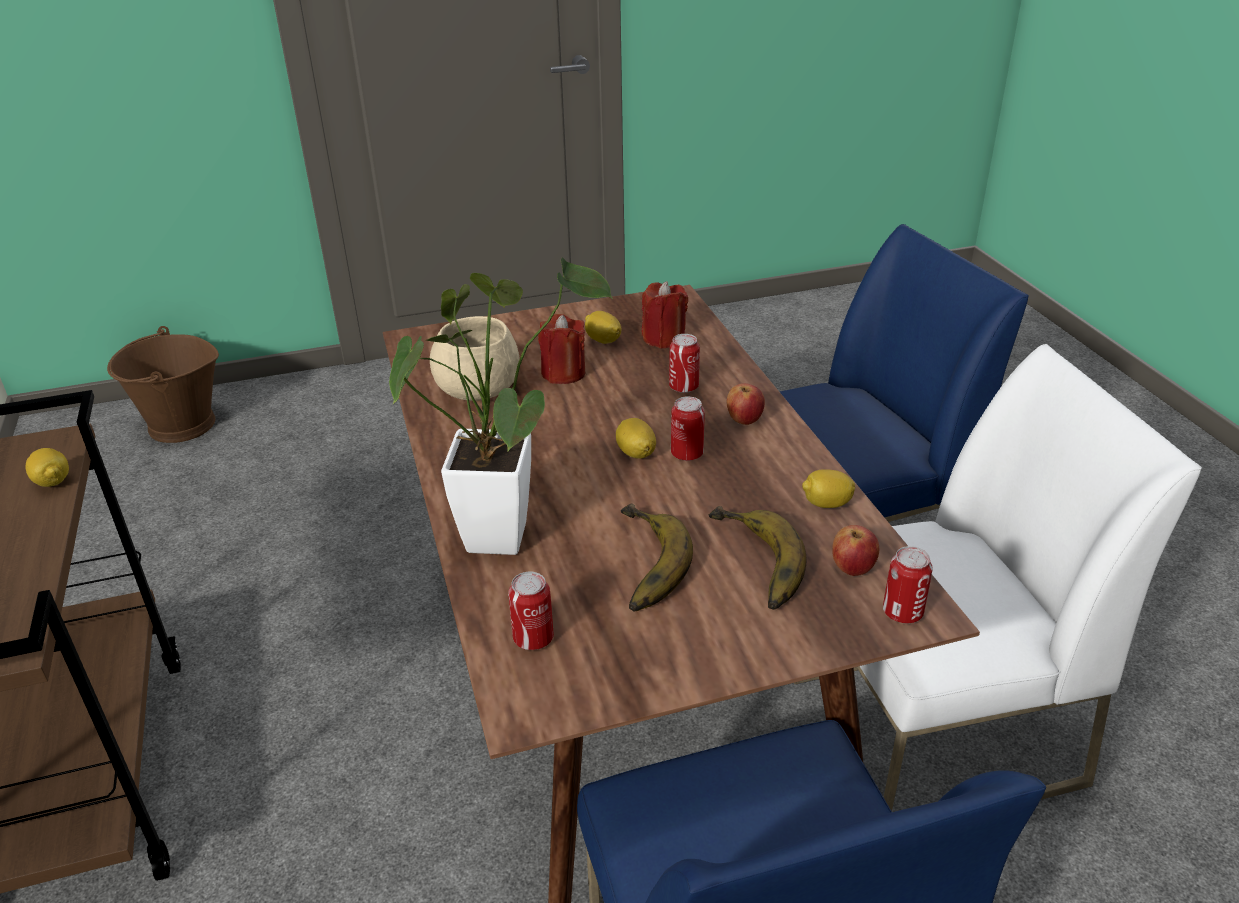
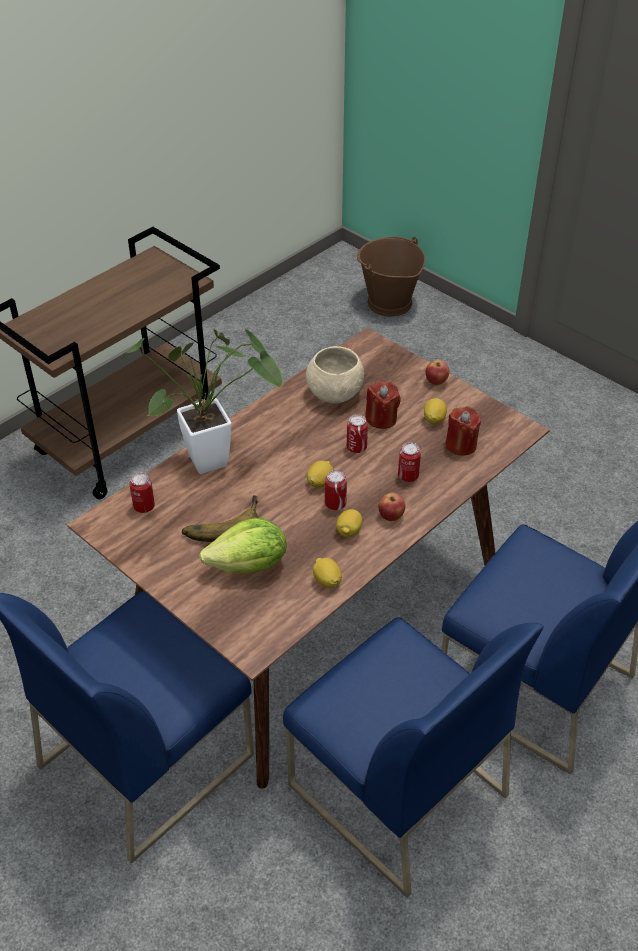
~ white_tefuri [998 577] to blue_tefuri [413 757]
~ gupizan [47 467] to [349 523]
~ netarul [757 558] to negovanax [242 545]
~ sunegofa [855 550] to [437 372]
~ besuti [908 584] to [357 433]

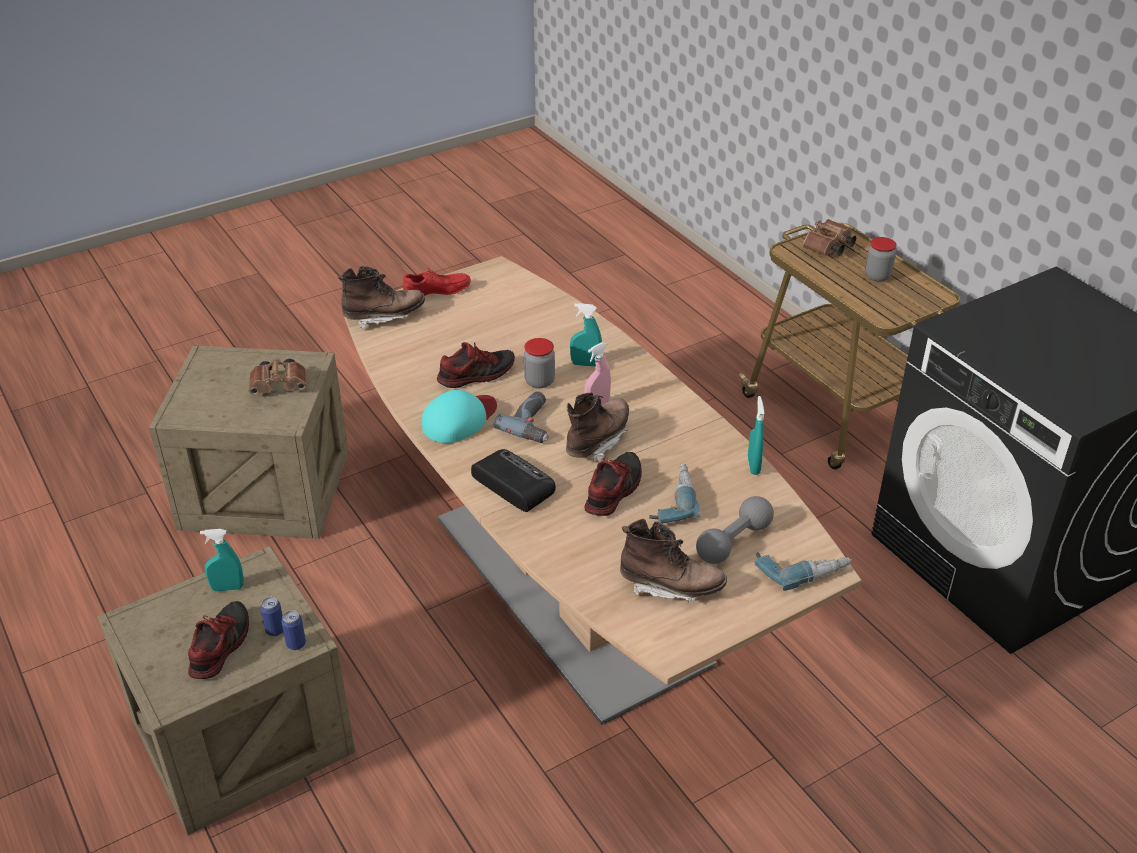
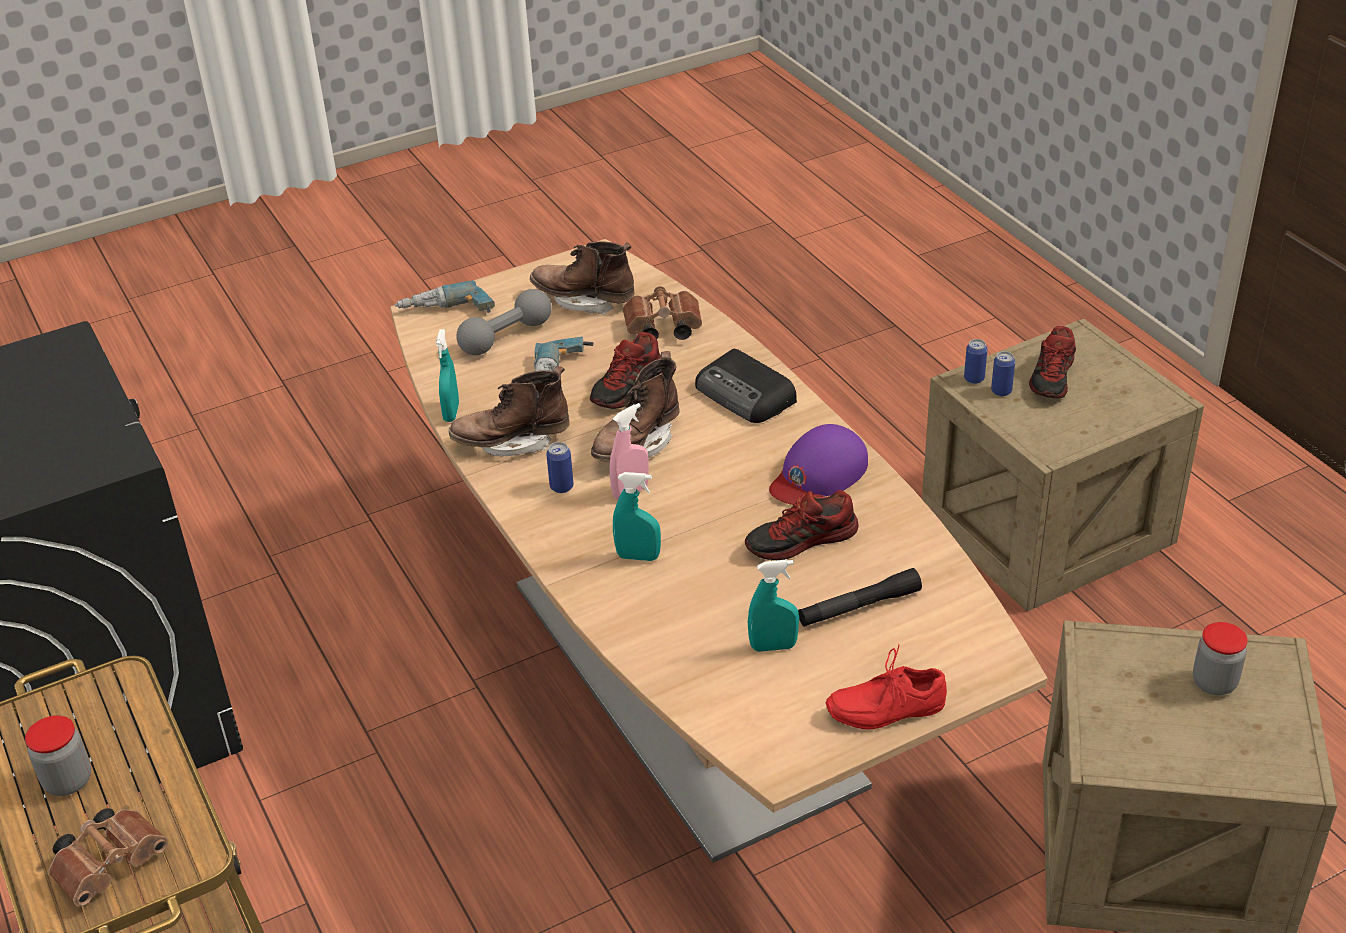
~ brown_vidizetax [381 297] to [509 411]
~ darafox [539 363] to [1220 658]
~ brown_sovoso [278 376] to [662 313]
~ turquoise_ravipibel [459 416] to purple_ravipibel [818 464]
- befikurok [521 417]
~ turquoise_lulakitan [222 560] to [773 605]
+ besuti [560 467]
+ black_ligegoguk [860 597]

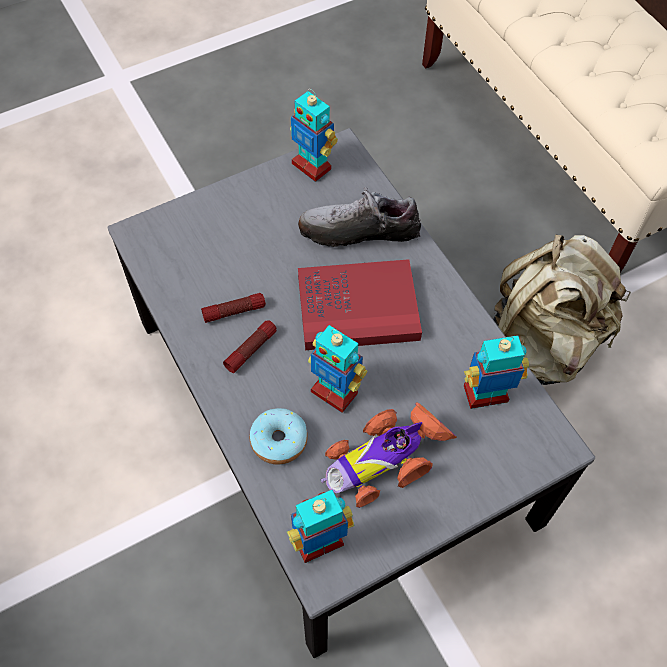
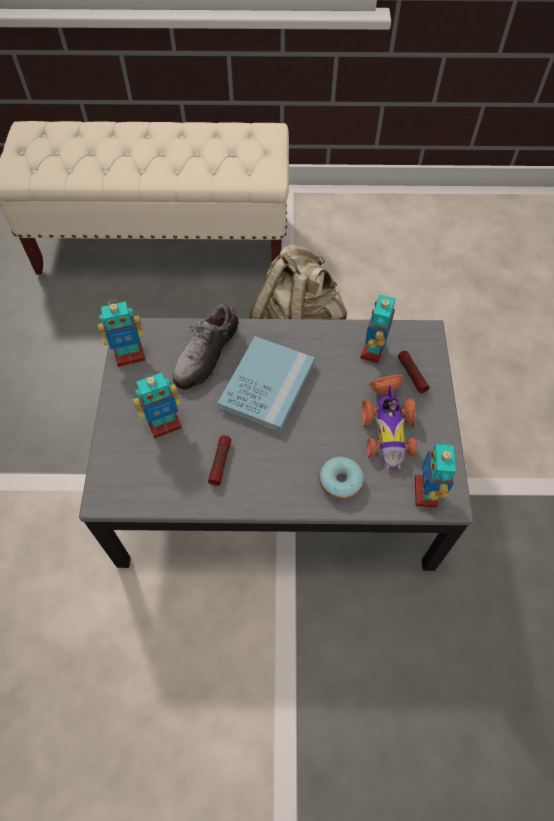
~ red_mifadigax [360 304] to blue_mifadigax [266 384]
~ ligegoguk [249 346] to [414 372]
~ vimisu [337 369] to [157 405]

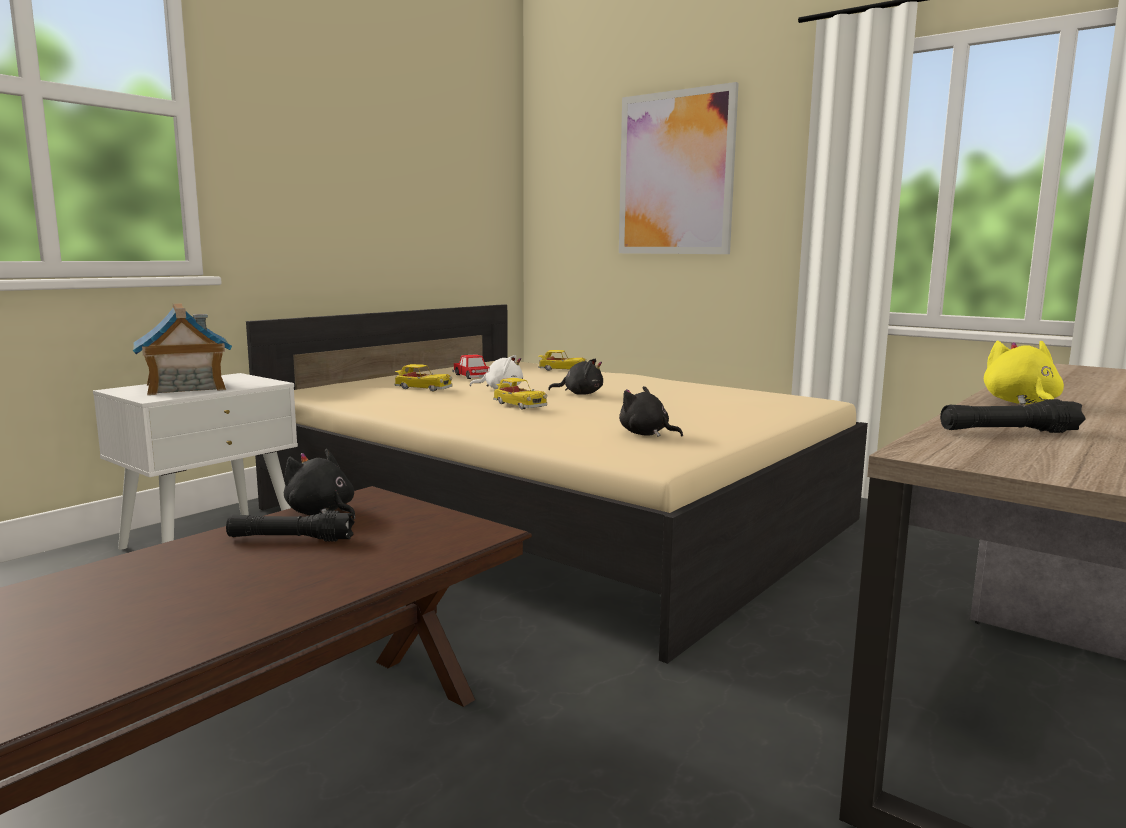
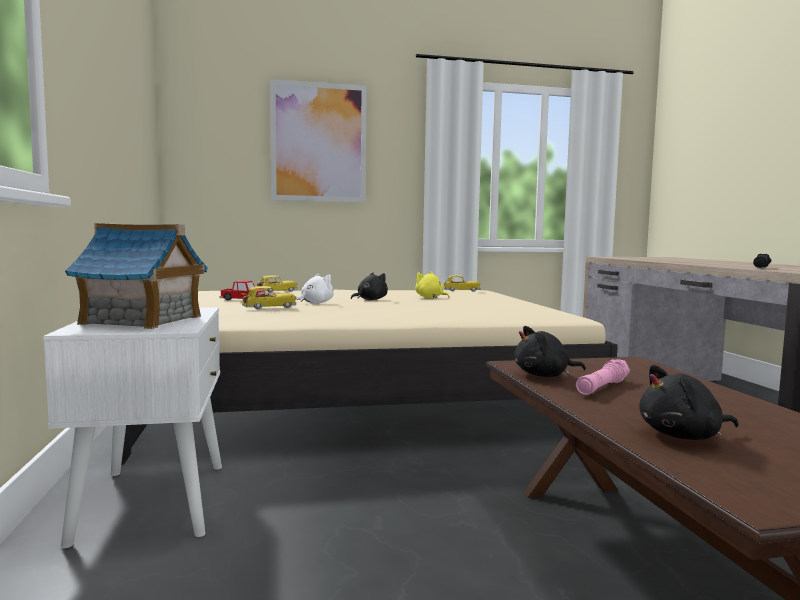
~ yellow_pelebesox [1024 373] to [432 284]
~ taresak [520 393] to [461 283]
~ black_pelebesox [651 411] to [689 402]
~ black_ligegoguk [290 526] to pink_ligegoguk [603 377]

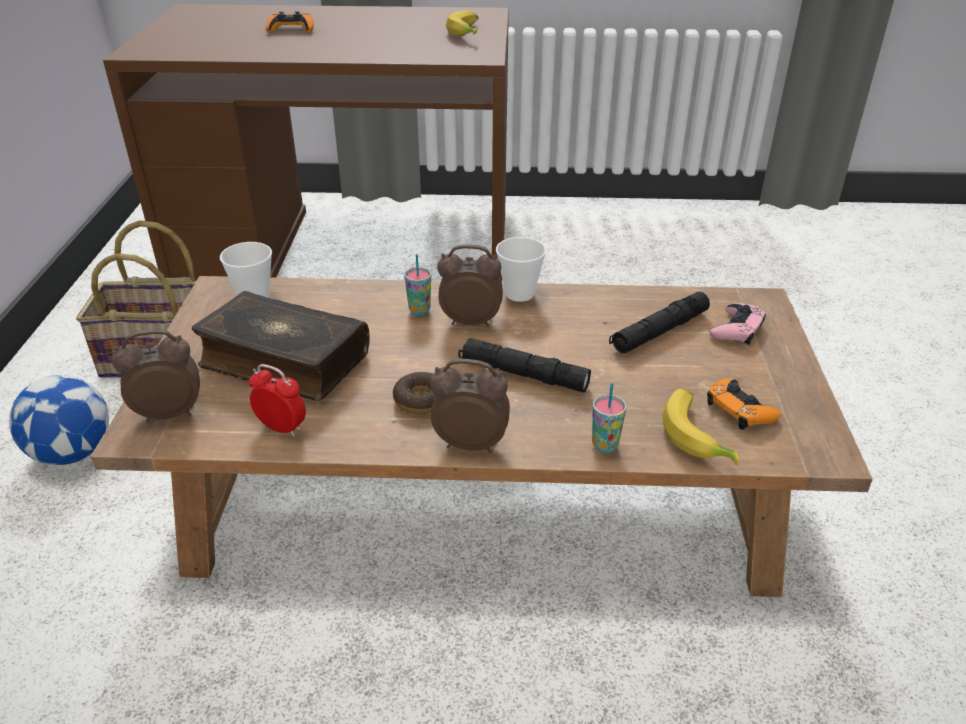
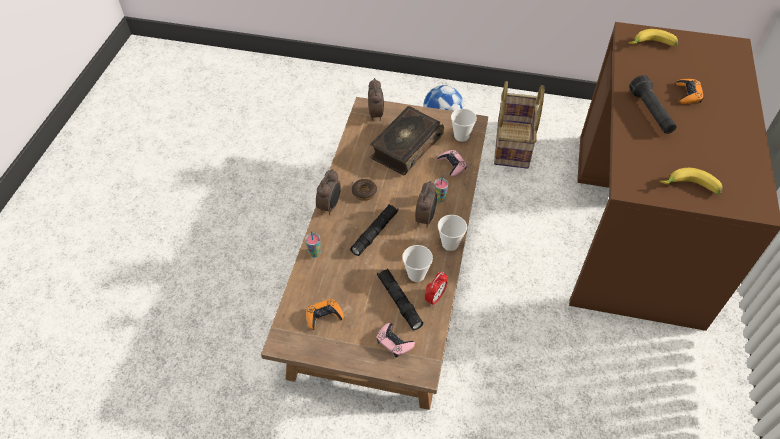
~ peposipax [277 400] to [436 289]
~ netarul [701 427] to [653 37]
+ black_ligegoguk [653 104]
+ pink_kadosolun [452 163]
+ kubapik [417 263]

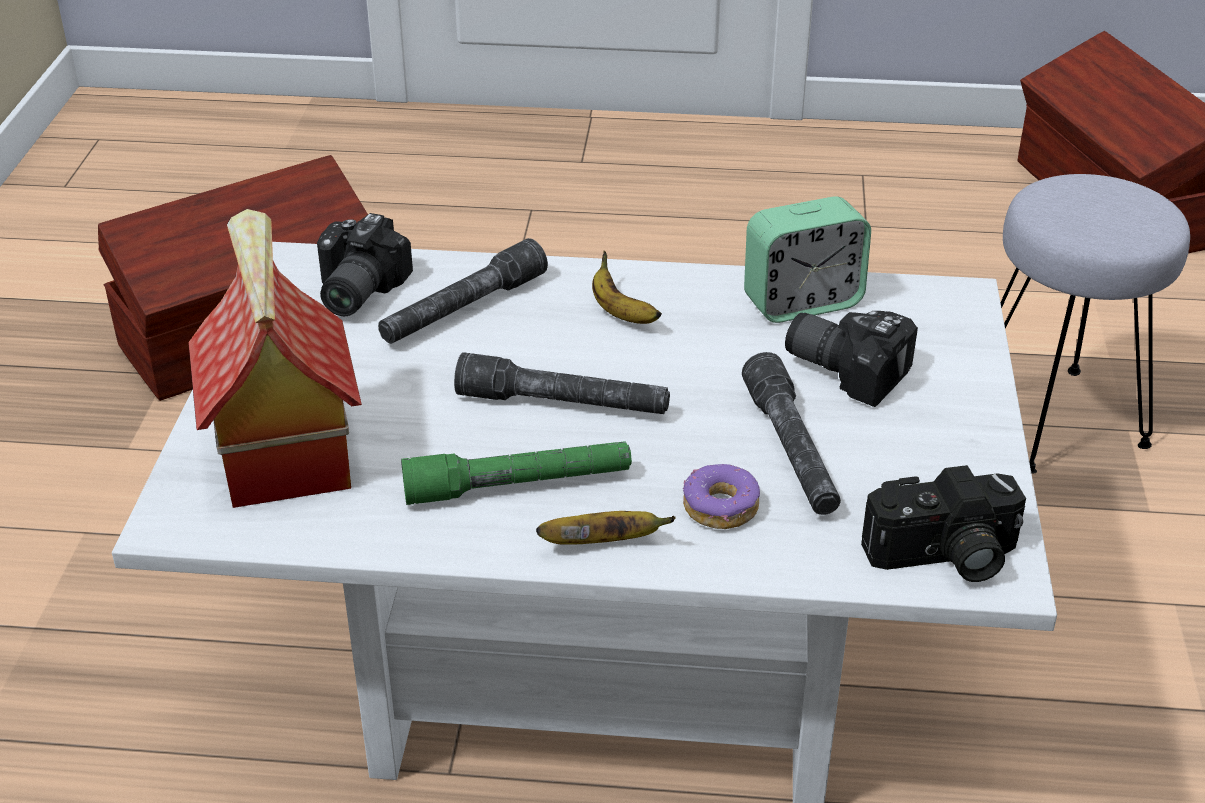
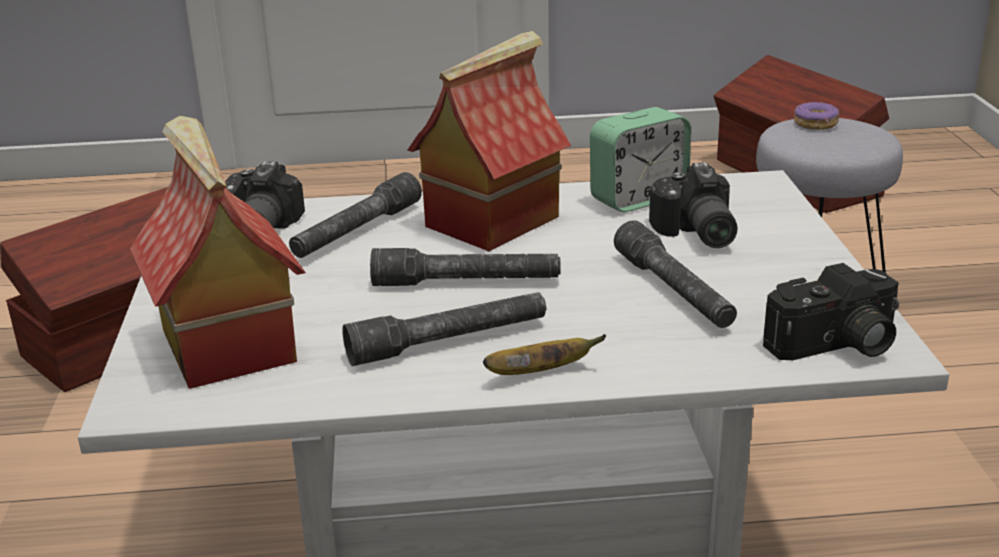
~ netarul [627 287] to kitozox [489 141]
~ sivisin [851 359] = [693 205] 120 degrees counterclockwise
~ green_ligegoguk [516 473] to grey_ligegoguk [444 329]
~ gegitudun [721 496] to [816 116]

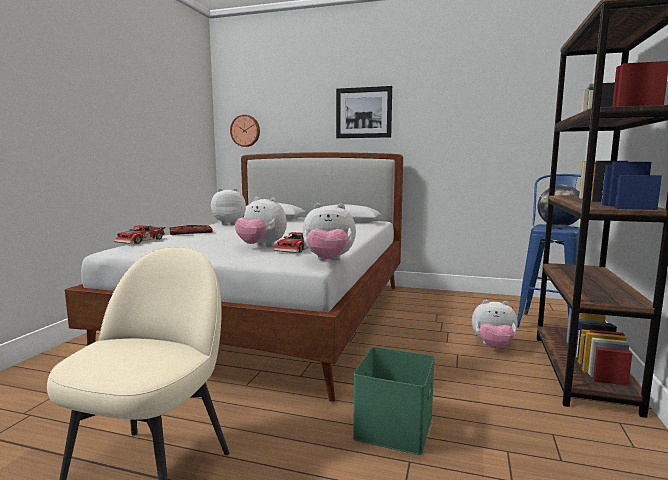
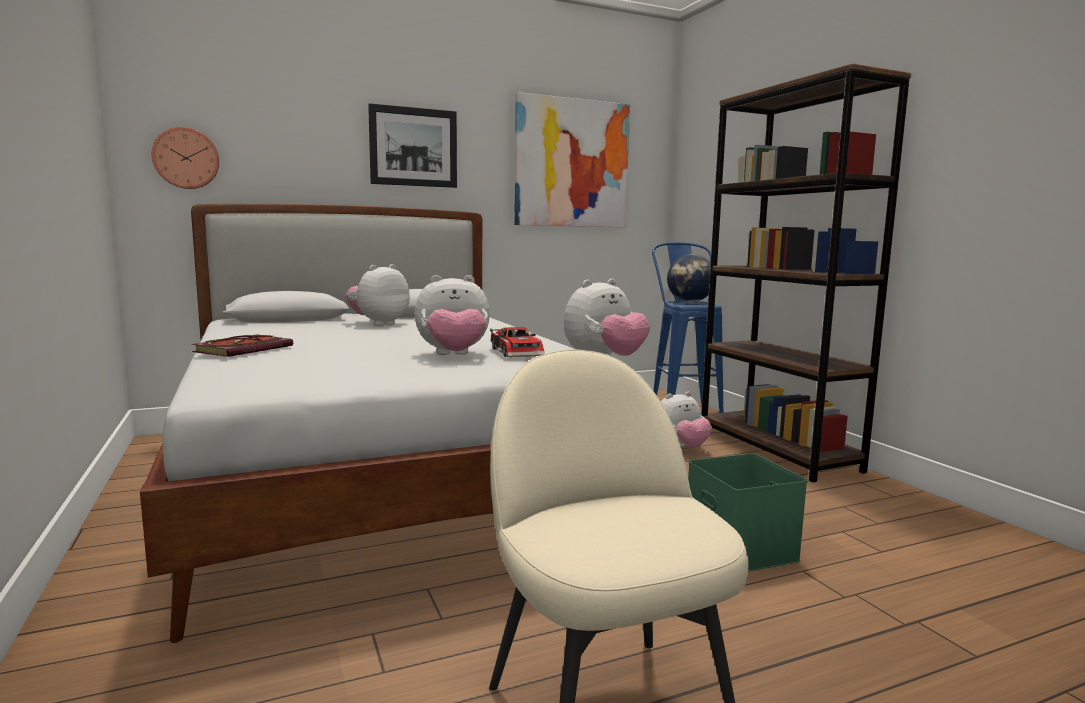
~ pelebesox [228 206] to [378 295]
- taresak [140 234]
+ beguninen [572 159]

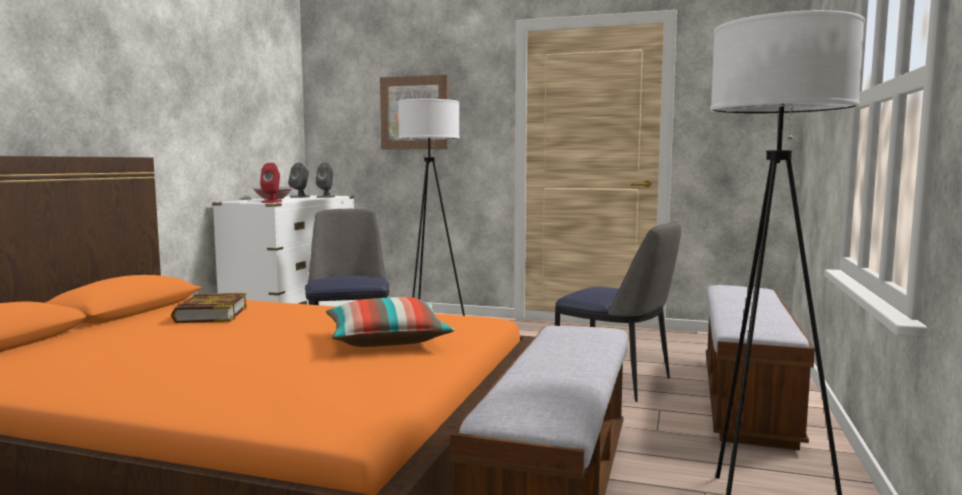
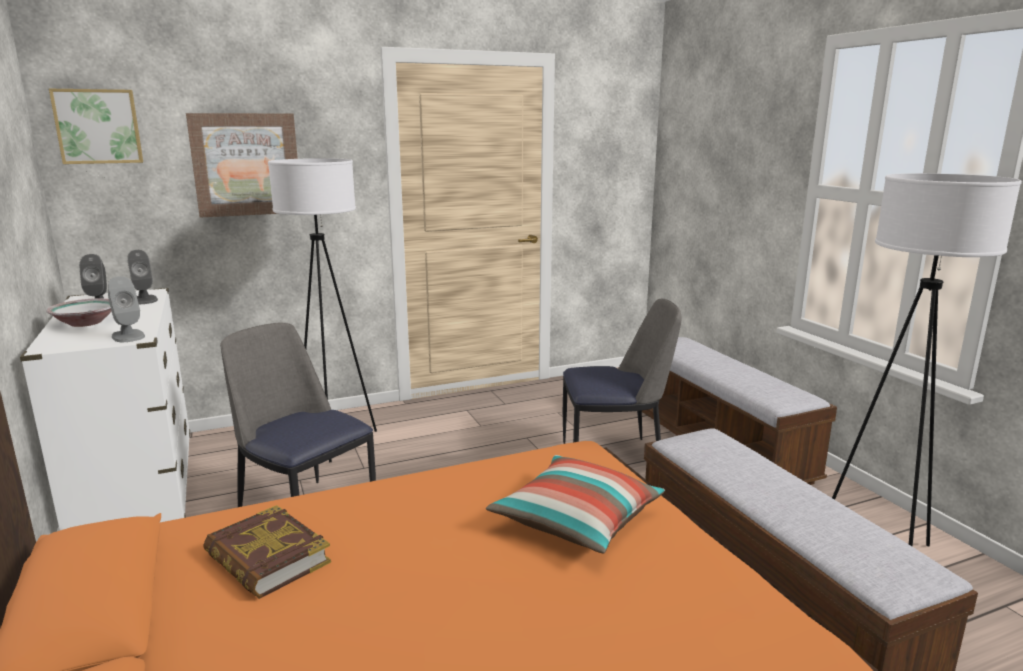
~ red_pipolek [271 183] to grey_pipolek [126 309]
+ beguninen [96 126]

